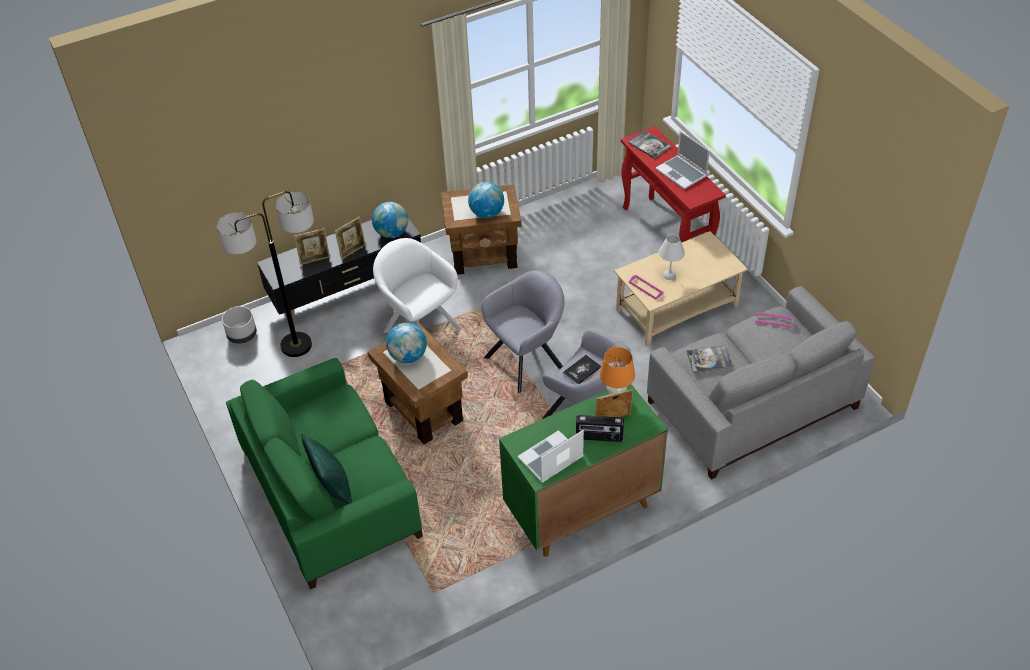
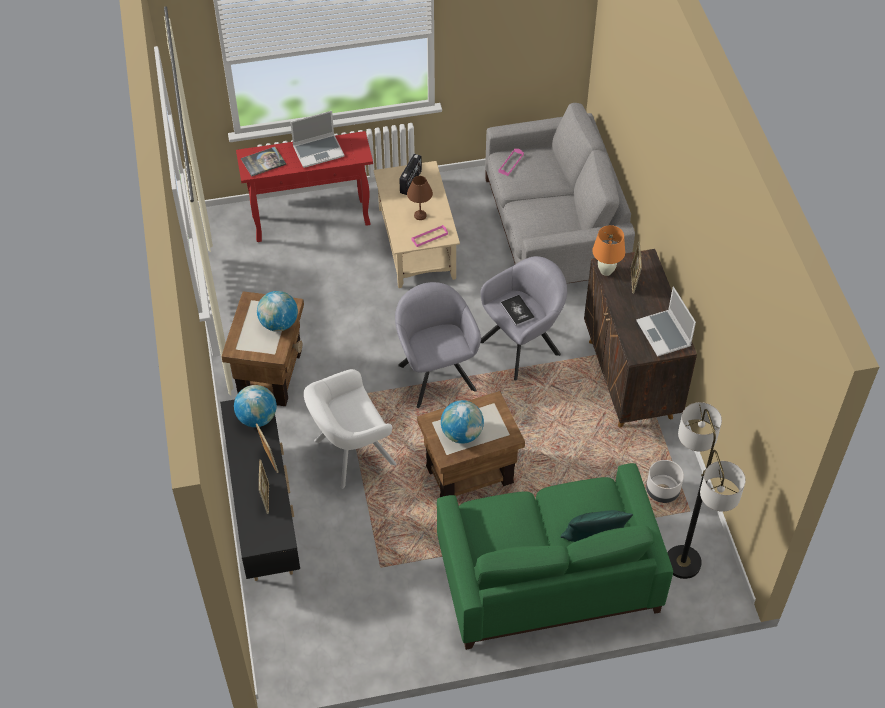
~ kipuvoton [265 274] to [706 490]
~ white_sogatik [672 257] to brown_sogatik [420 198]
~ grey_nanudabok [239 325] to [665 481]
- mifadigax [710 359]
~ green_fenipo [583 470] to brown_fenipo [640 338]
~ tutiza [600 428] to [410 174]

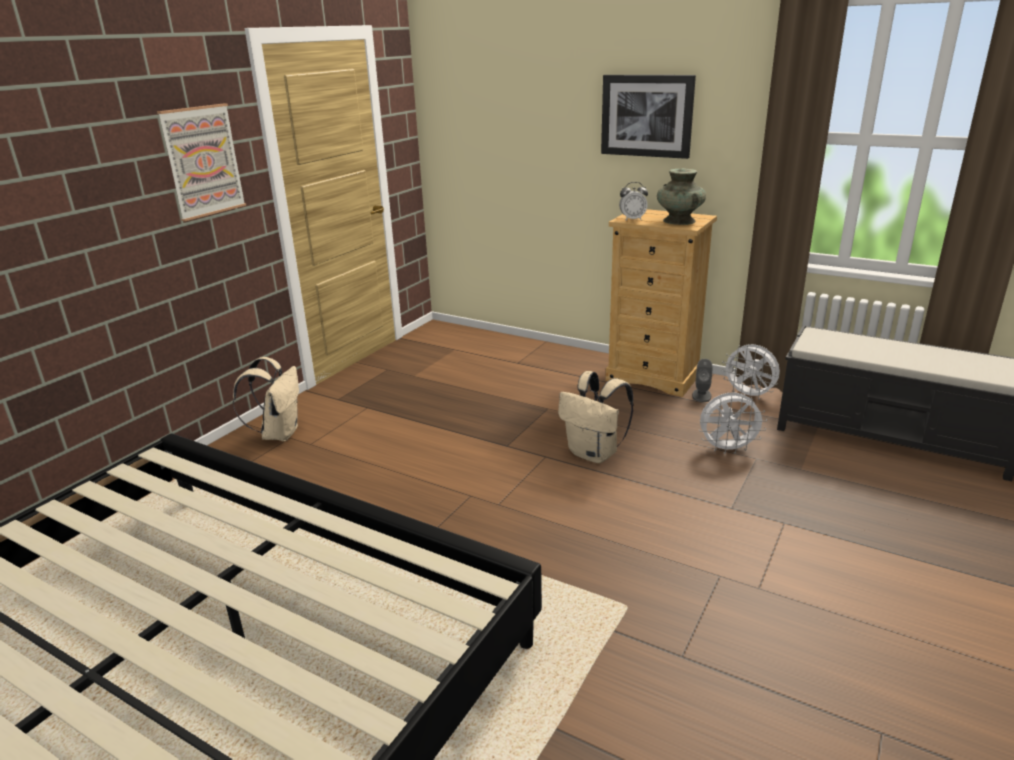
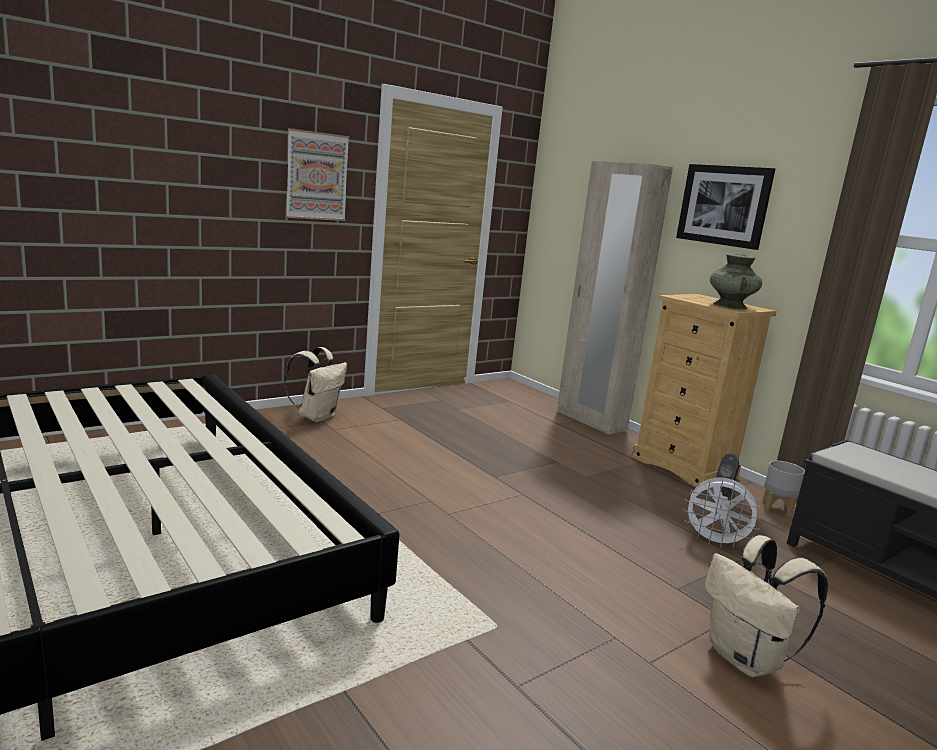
- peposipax [633 201]
~ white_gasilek [750 371] to grey_nanudabok [783 488]
~ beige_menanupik [596 417] to [766 606]
+ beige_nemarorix [615 298]

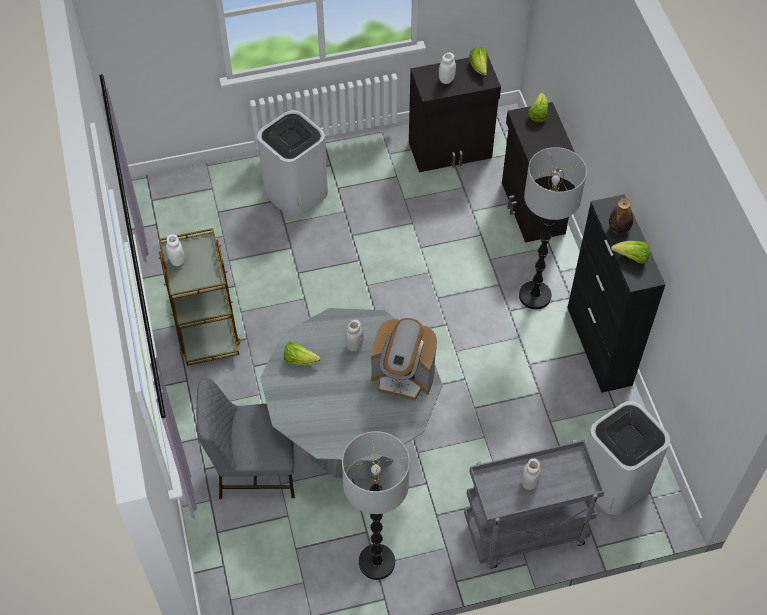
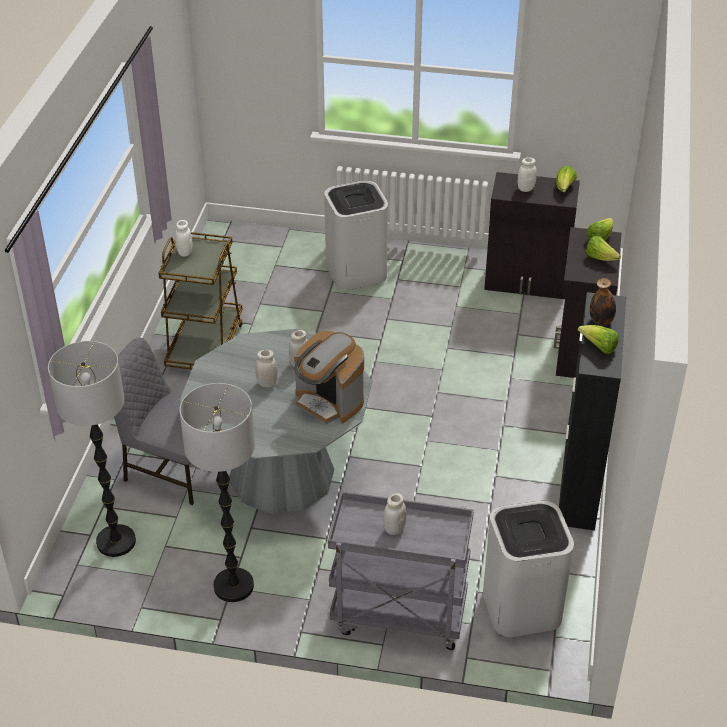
~ kipuvoton [553 228] to [92 449]
~ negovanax [302 353] to [603 248]
+ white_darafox [266 368]

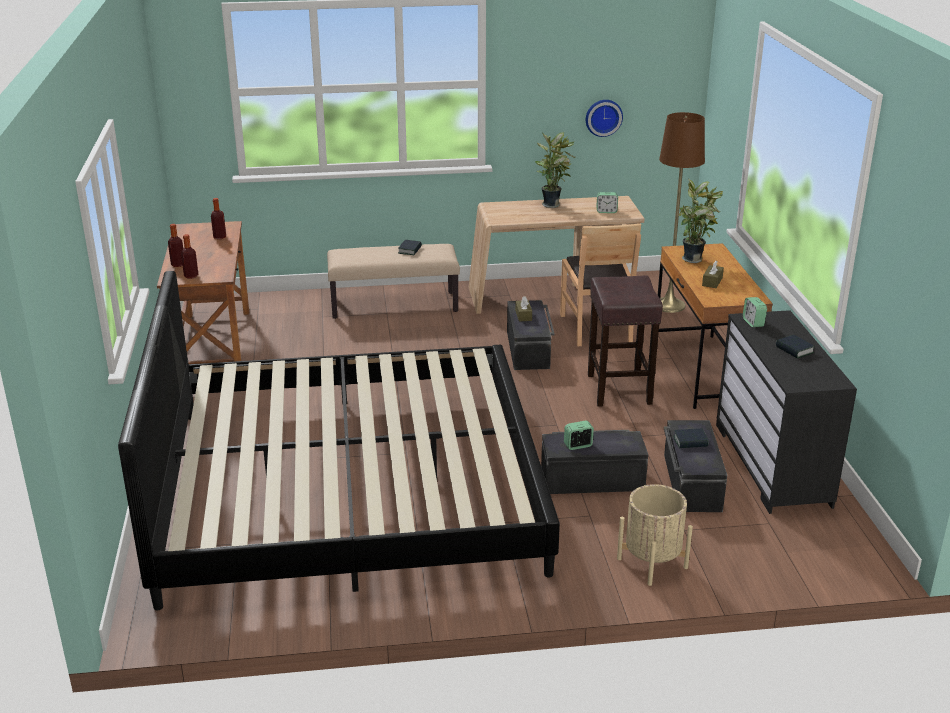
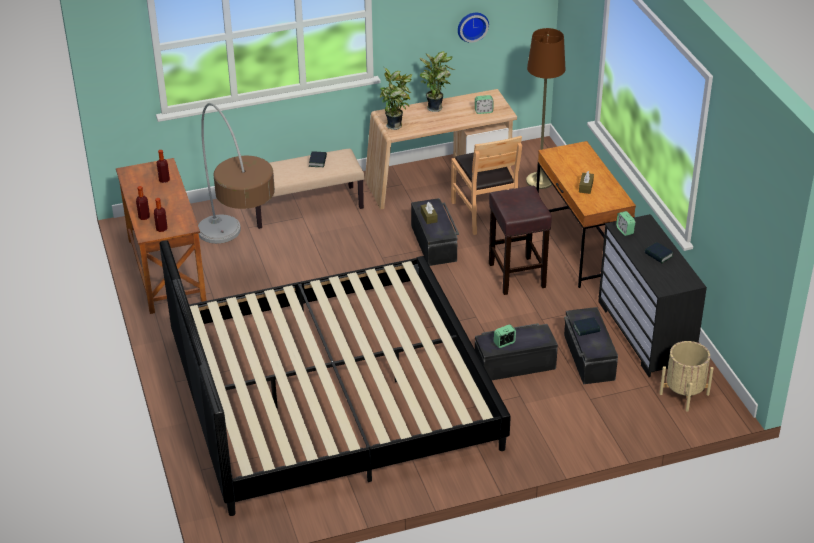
~ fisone [701 220] to [396 99]
~ beige_nanudabok [655 535] to [686 376]
+ kipuvoton [236 173]

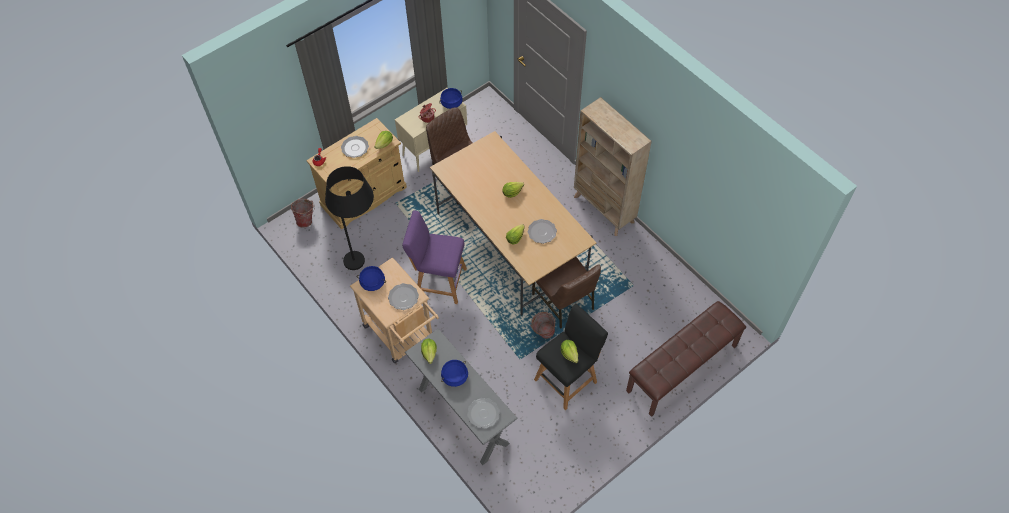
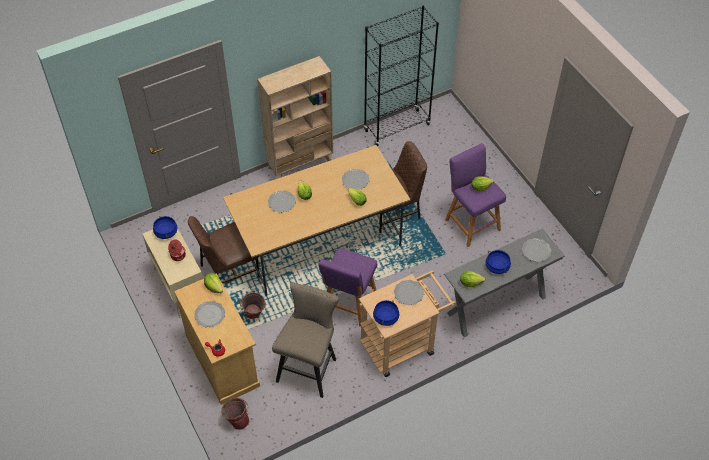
~ black_kipuvoton [349 218] to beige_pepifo [306 340]
- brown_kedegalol [686 359]
~ black_pepifo [571 357] to purple_pepifo [475 195]
~ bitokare [543 325] to [252 305]
+ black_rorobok [401 76]
+ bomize [282 201]

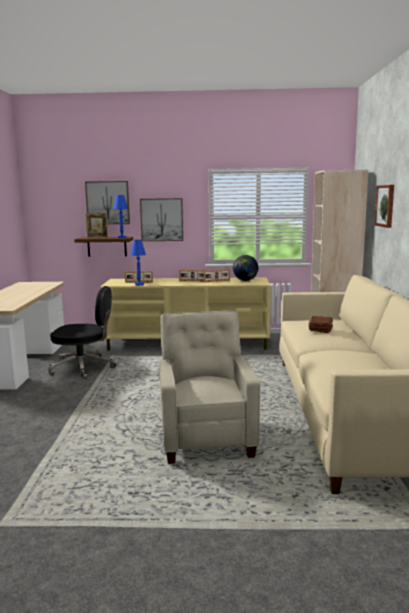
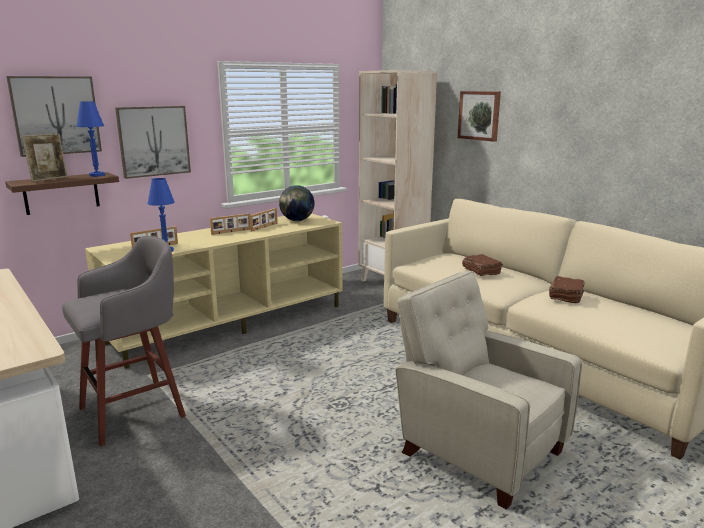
~ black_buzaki [82 332] to grey_pepifo [124 341]
+ brown_mifadigax [567 289]

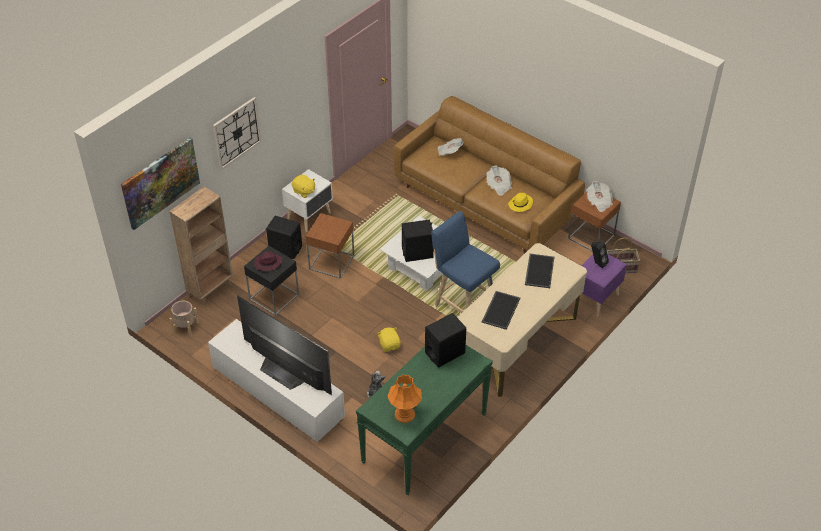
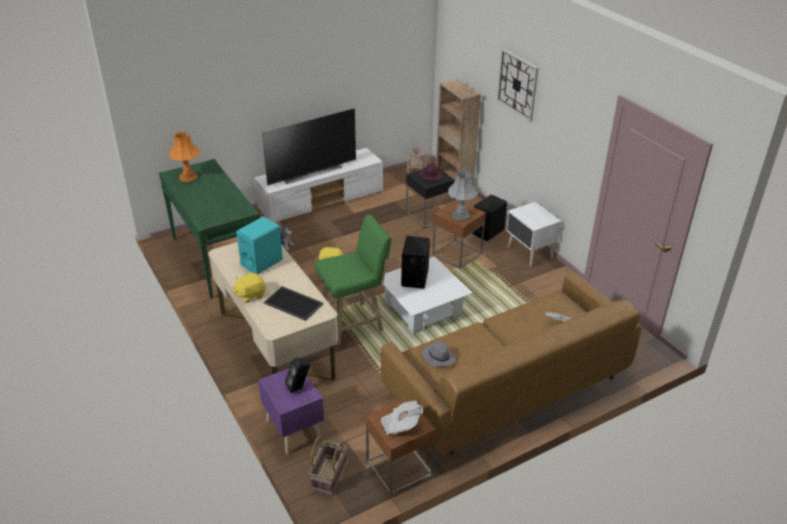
- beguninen [160 184]
- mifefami [499 181]
~ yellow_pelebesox [303 186] to [249 288]
~ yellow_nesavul [520 202] to grey_nesavul [439 354]
~ blue_pepifo [465 262] to green_pepifo [353 279]
~ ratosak [501 310] to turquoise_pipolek [259 245]
- black_pipolek [445 340]
+ grey_sogatik [463 196]

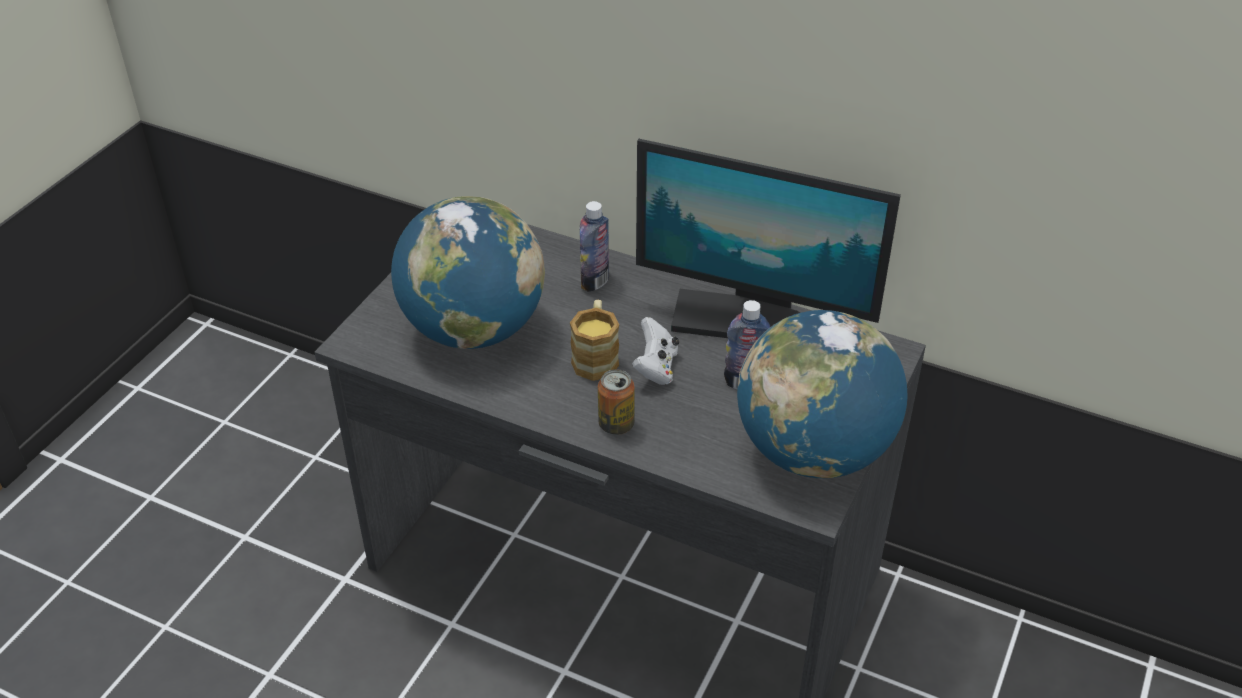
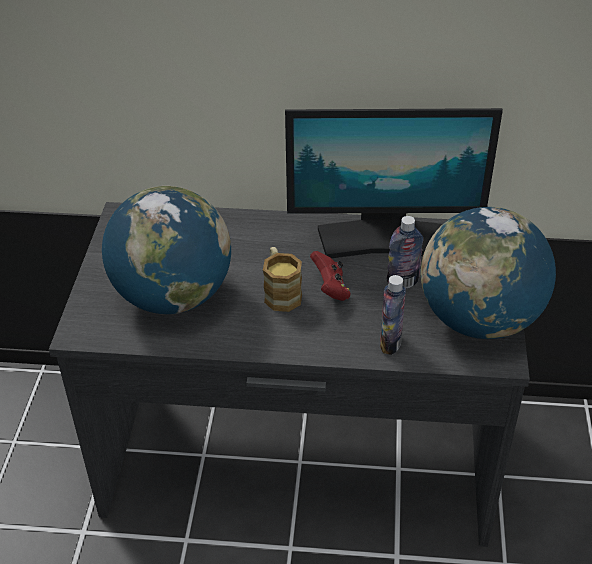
~ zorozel [594 246] to [393 315]
~ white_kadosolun [655 351] to red_kadosolun [330 276]
- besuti [616 402]

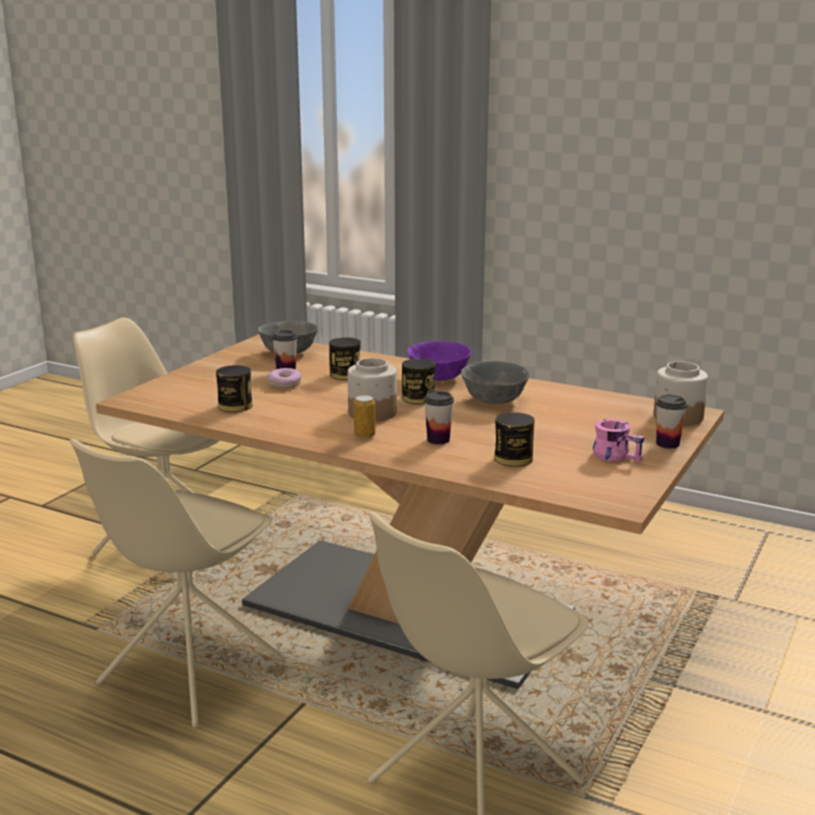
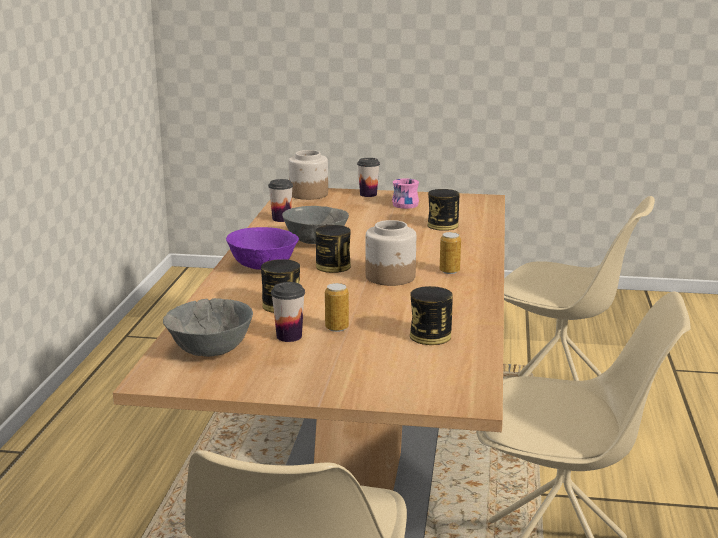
~ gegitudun [284 378] to besuti [337 307]
~ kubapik [439 417] to [280 200]

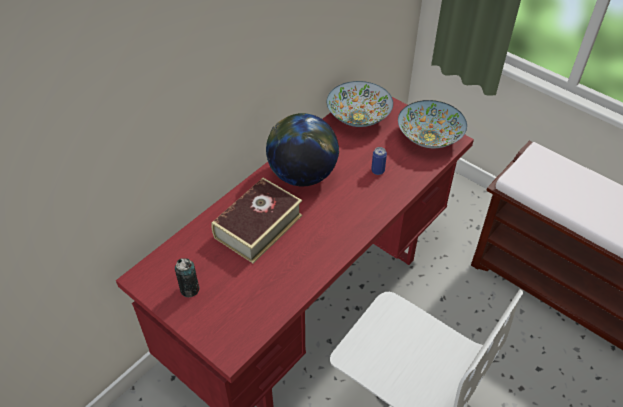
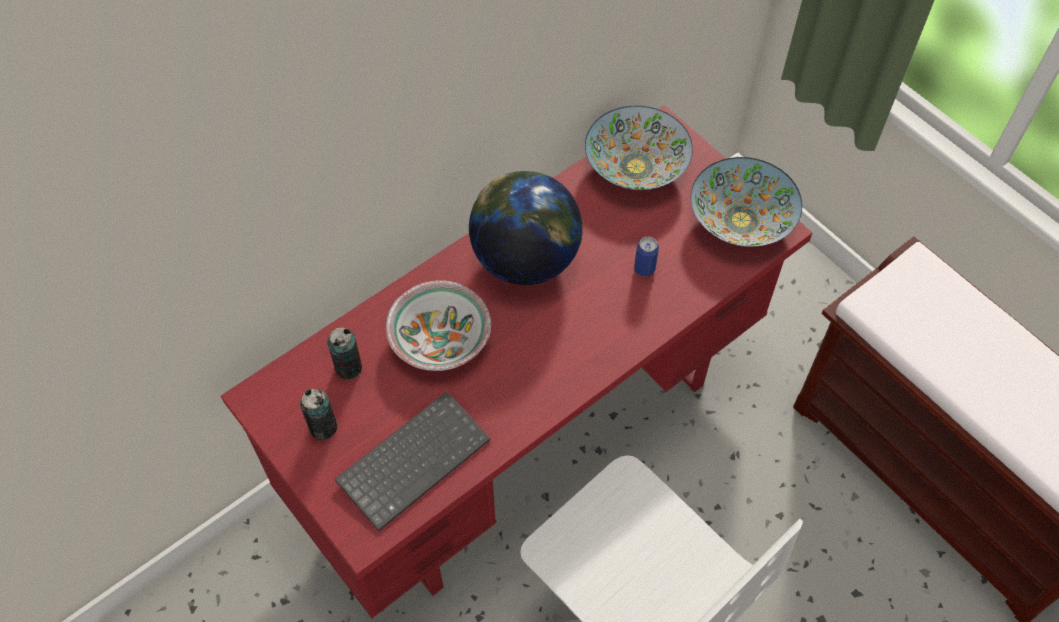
~ mifadigax [256 220] to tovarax [438 325]
+ besuti [345 353]
+ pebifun [412 461]

